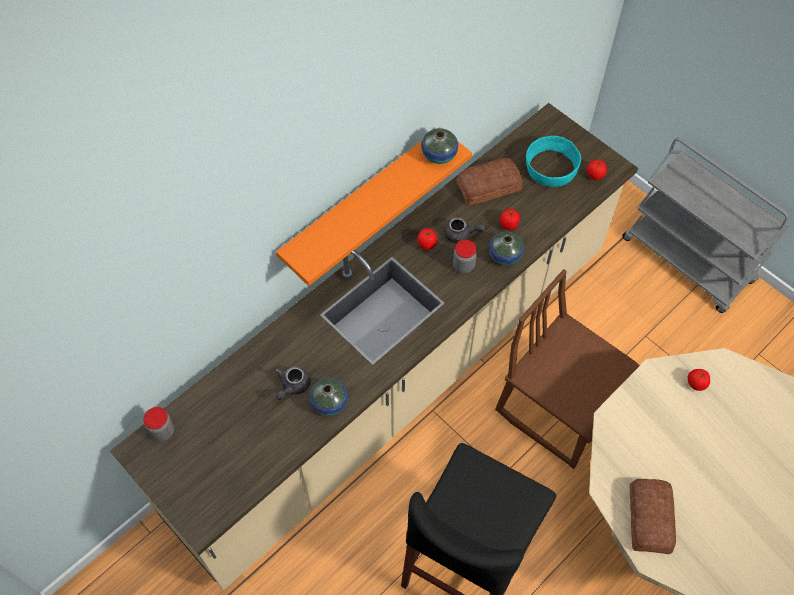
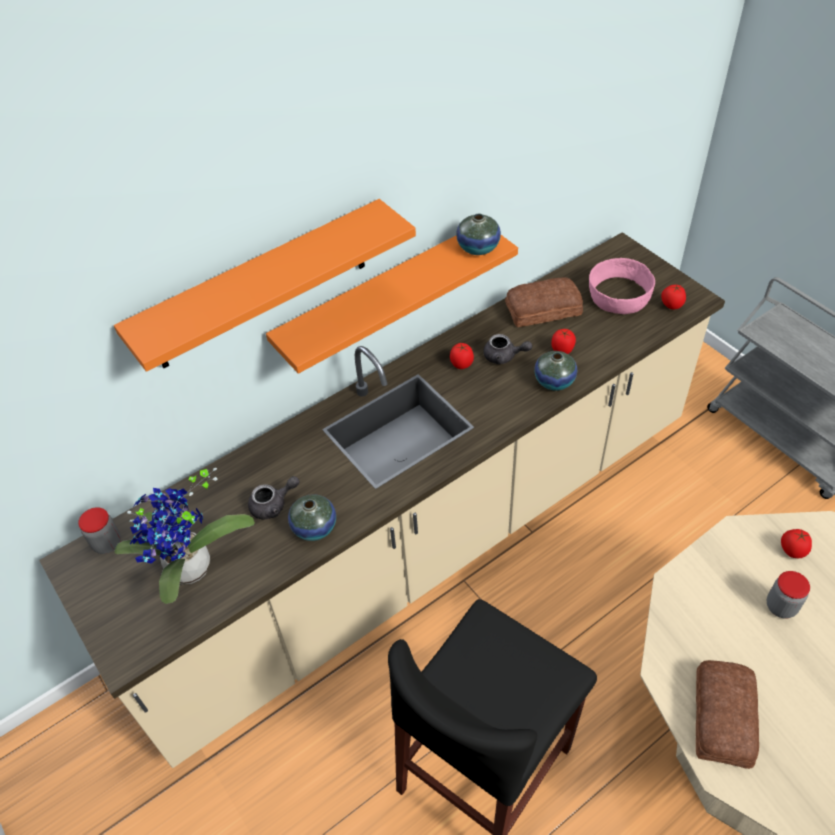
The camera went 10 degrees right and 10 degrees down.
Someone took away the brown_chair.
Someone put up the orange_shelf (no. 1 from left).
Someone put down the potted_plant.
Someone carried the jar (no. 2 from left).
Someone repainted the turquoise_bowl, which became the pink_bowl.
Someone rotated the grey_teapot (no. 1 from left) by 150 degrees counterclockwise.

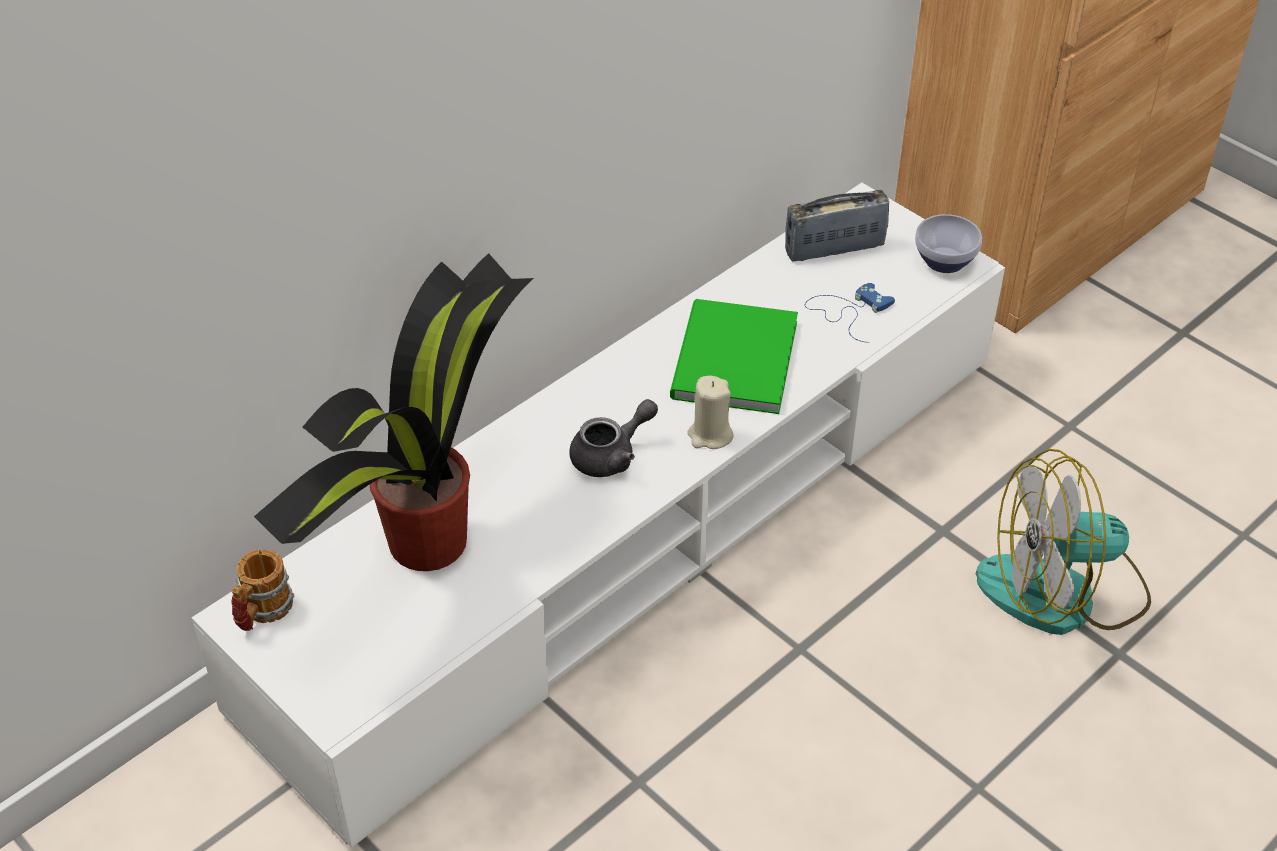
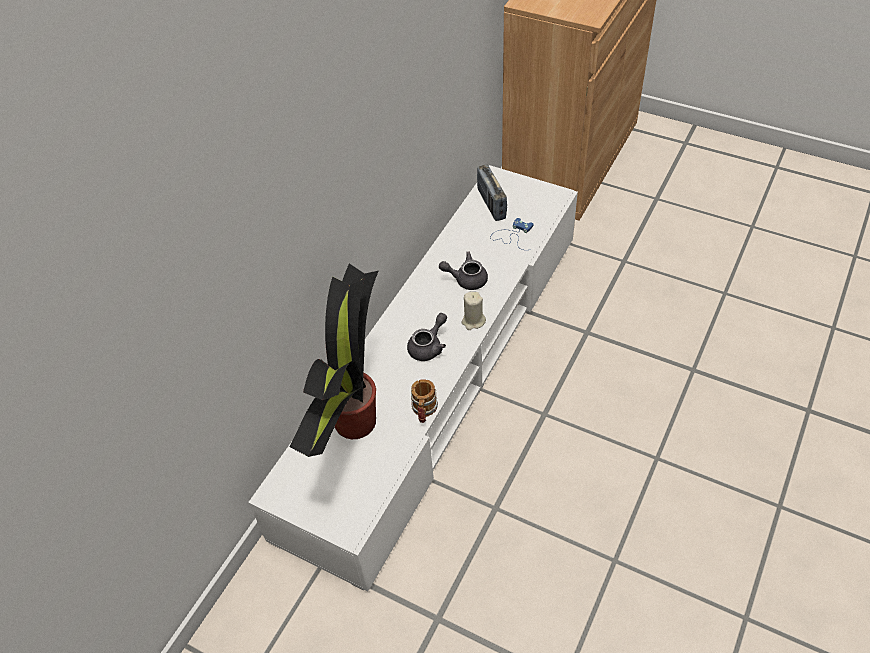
The camera went 15 degrees left and 5 degrees up.
Someone took away the bowl.
Someone took away the fan.
Someone carried the mug.
Someone swapped the green_book for the grey_teapot (no. 2 from left).
Someone rotated the radio by 75 degrees counterclockwise.

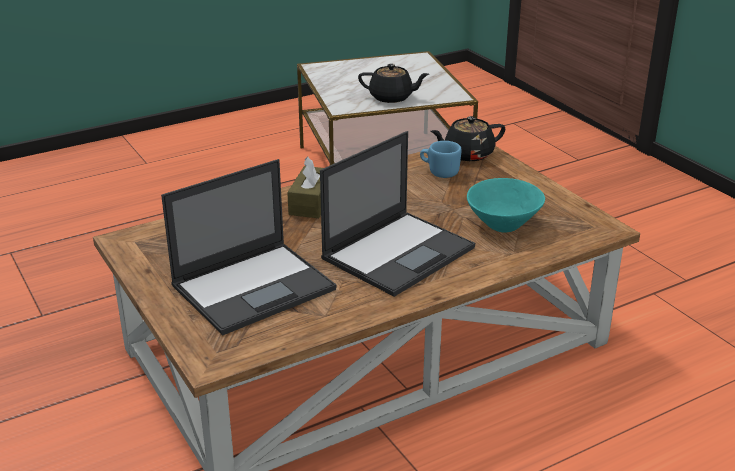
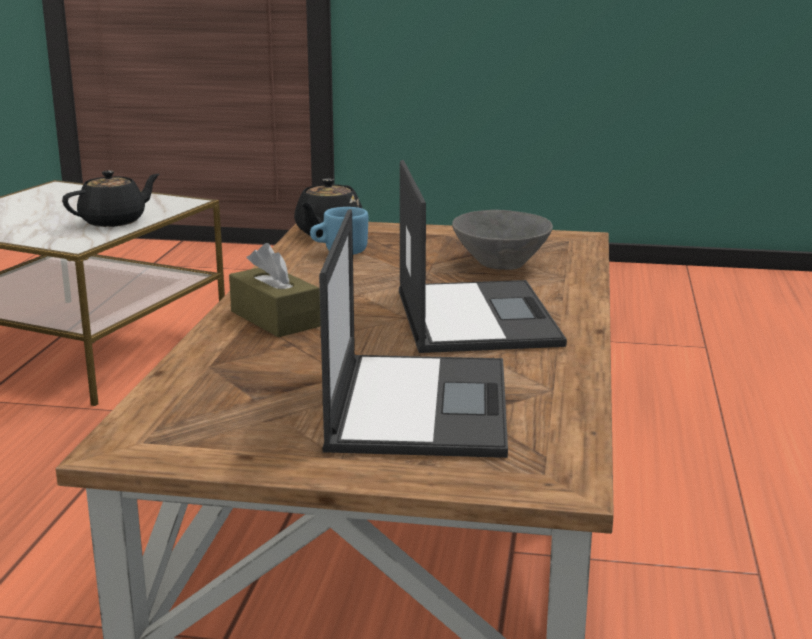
The camera went 50 degrees left and 10 degrees down.
Someone repainted the turquoise_bowl, which became the grey_bowl.

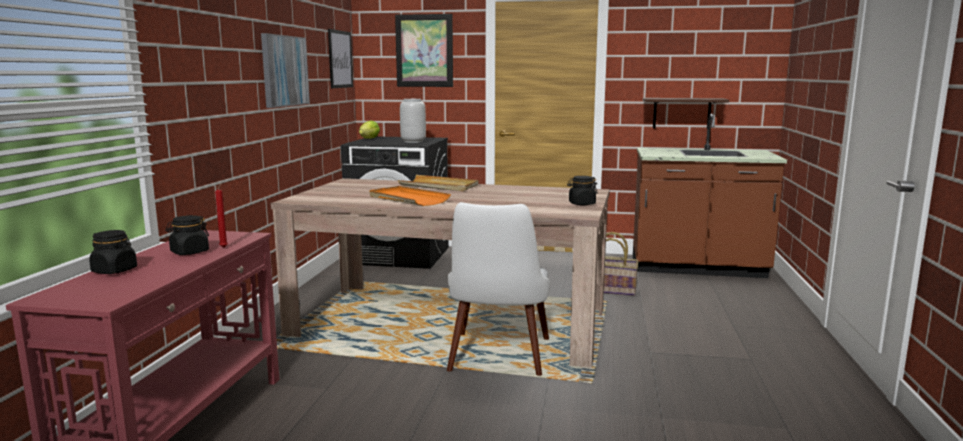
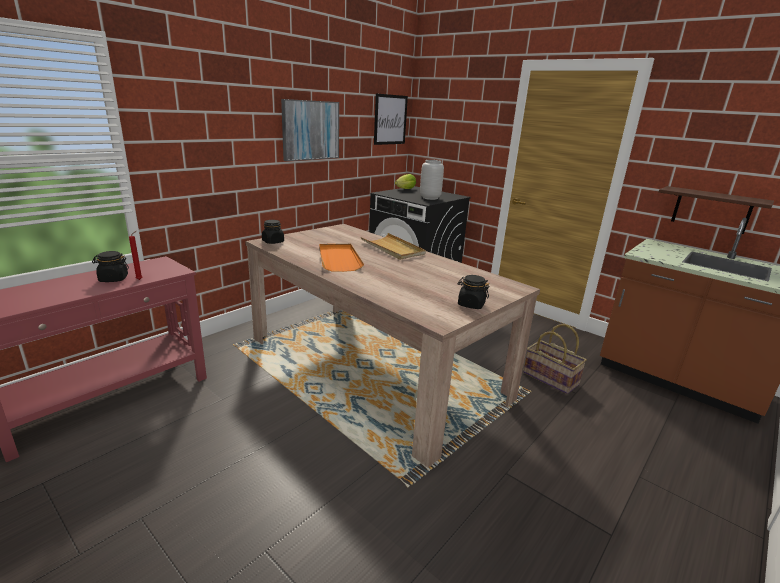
The camera went 30 degrees right and 10 degrees up.
Someone took away the picture (no. 3 from left).
Someone took away the white_chair.
Someone carried the black_jar (no. 1 from left in the first image).

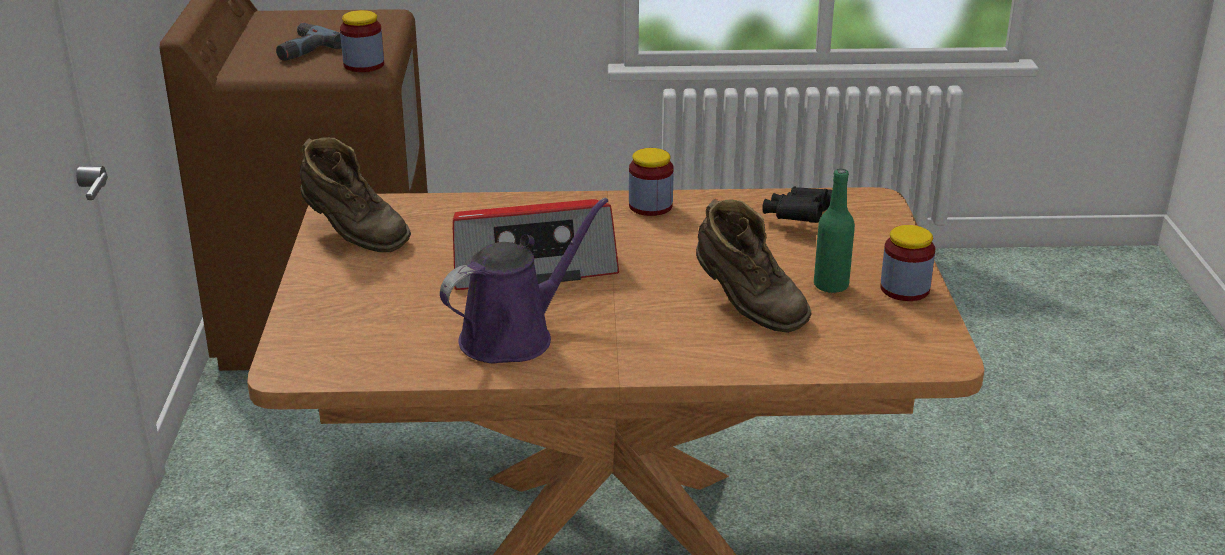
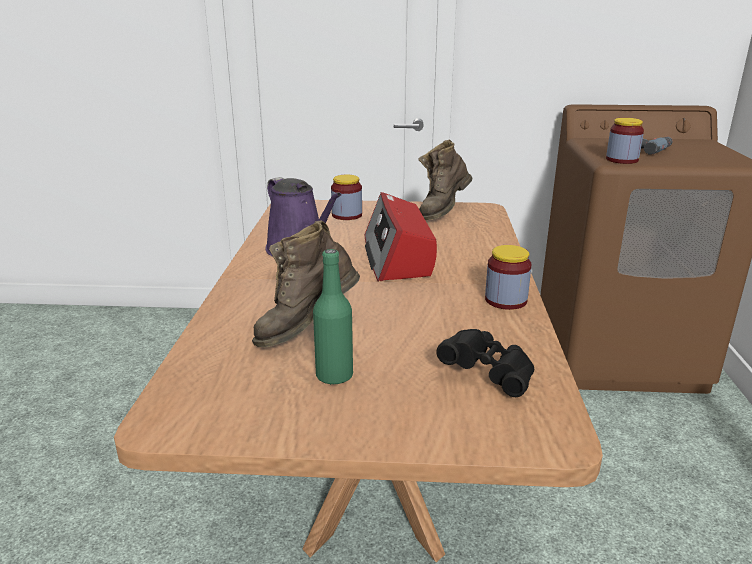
The camera went 95 degrees right and 5 degrees down.
Someone carried the jar (no. 3 from left in the first image).

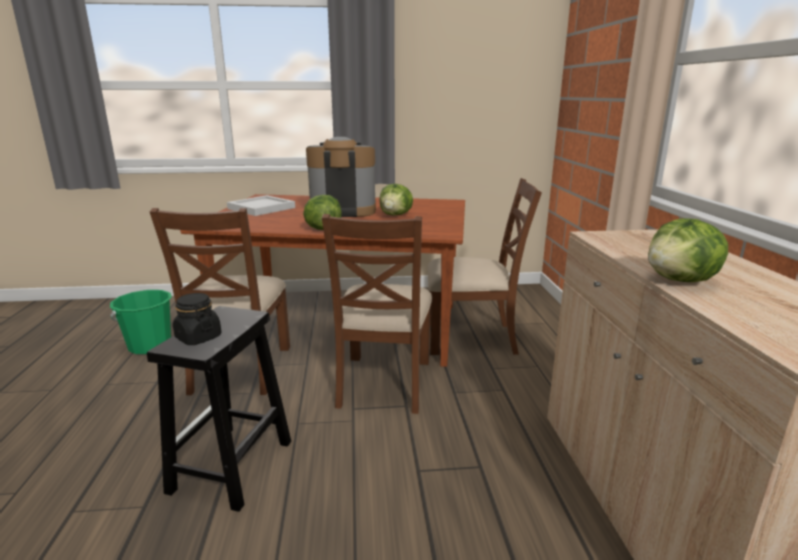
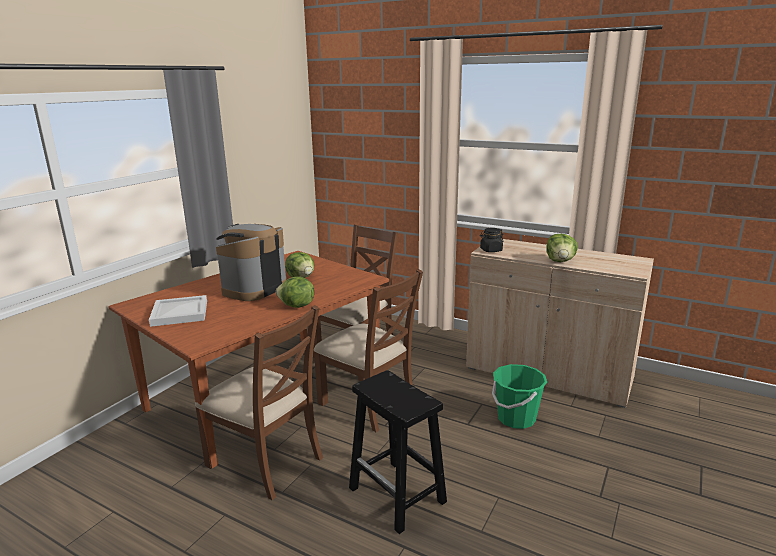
The camera went 55 degrees left and 0 degrees up.
Someone carried the green_bucket.
Someone carried the black_jar.

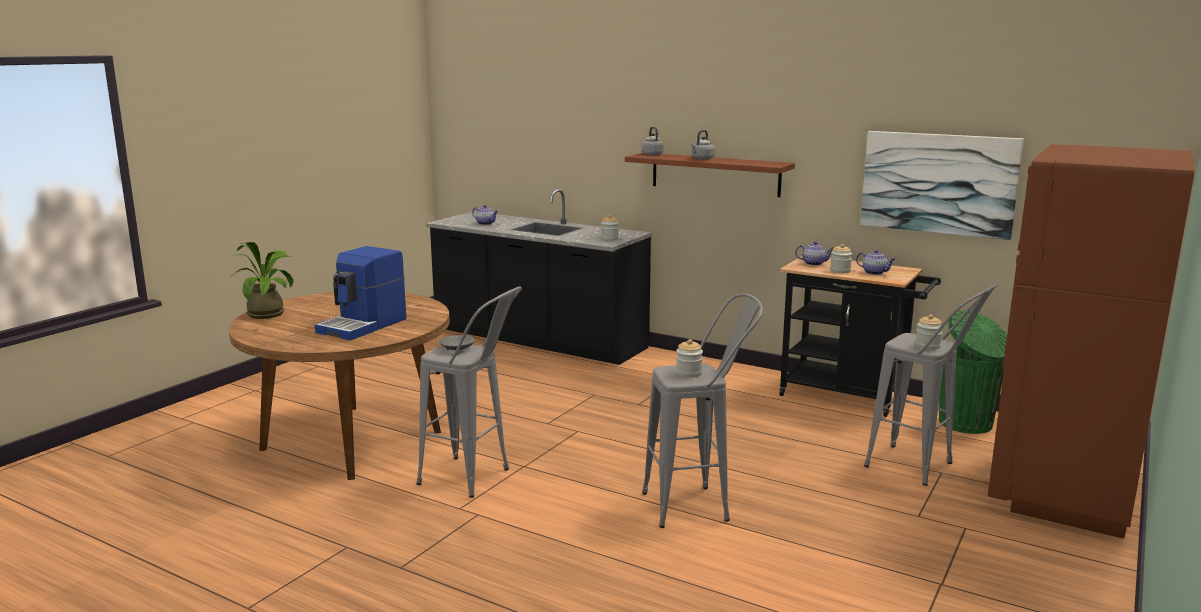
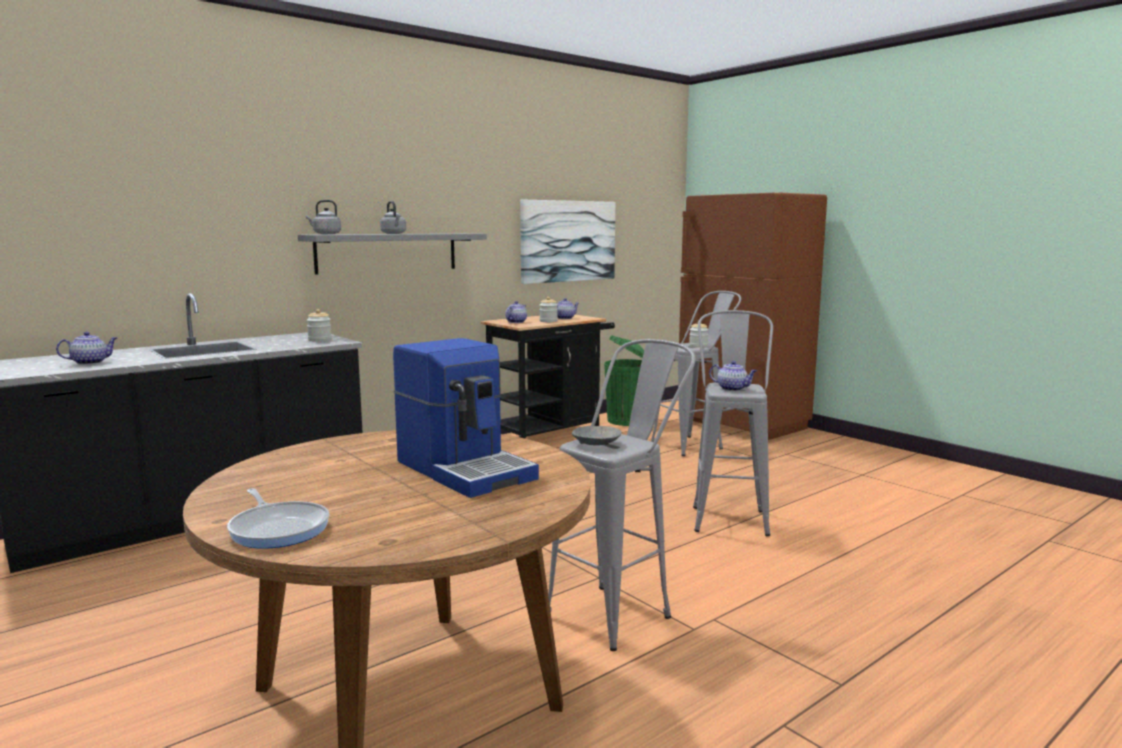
The camera went 70 degrees left and 5 degrees down.
Someone swapped the potted_plant for the frying_pan.
Someone swapped the jar (no. 2 from left) for the teapot (no. 4 from left).
Someone repainted the brown_shelf, which became the grey_shelf.

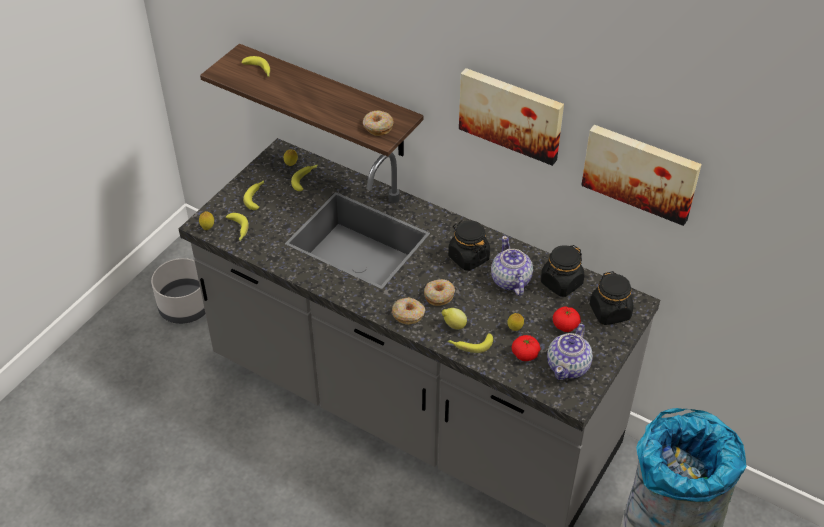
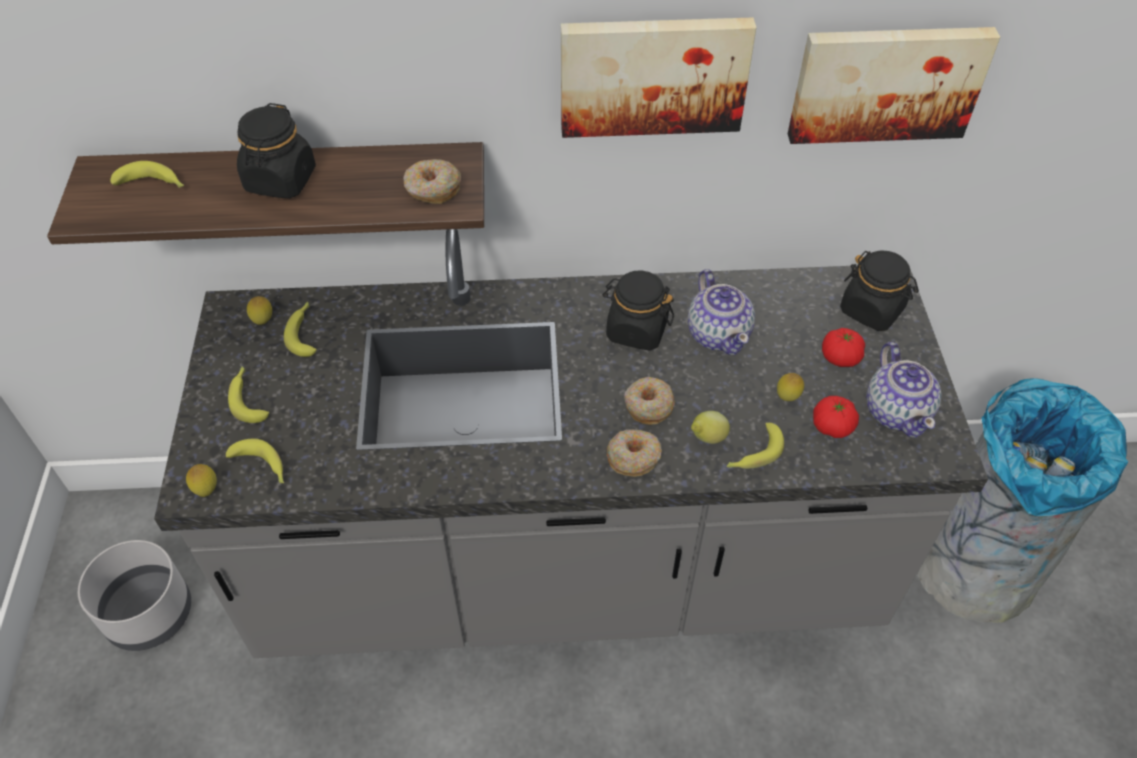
The camera went 35 degrees left and 5 degrees up.
Someone carried the black_jar (no. 2 from left in the first image).
Someone rotated the teapot (no. 1 from left) by 150 degrees counterclockwise.

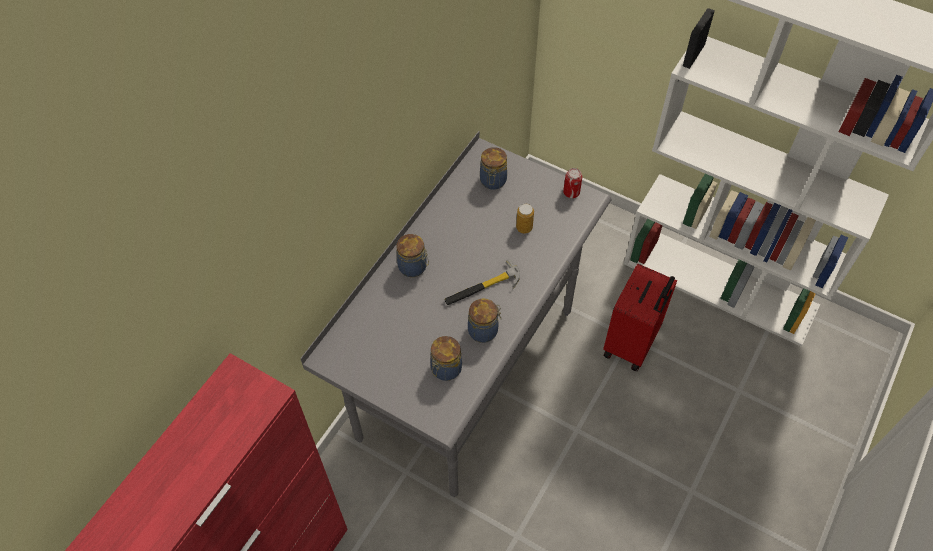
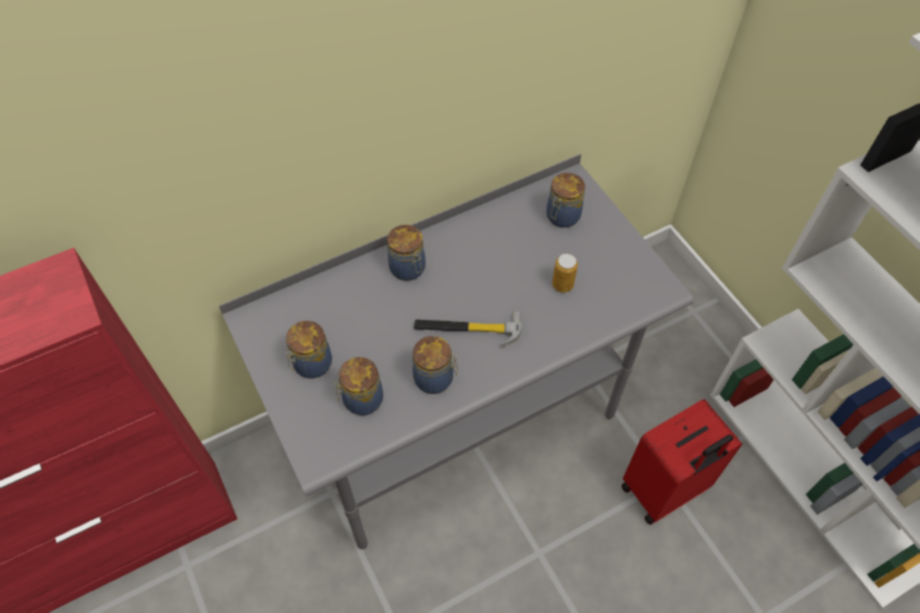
The camera went 30 degrees right and 0 degrees up.
Someone took away the can (no. 2 from left).
Someone put down the jar (no. 1 from left).

